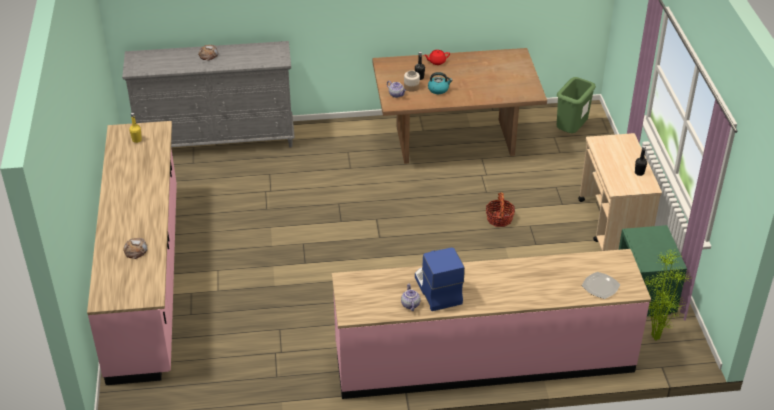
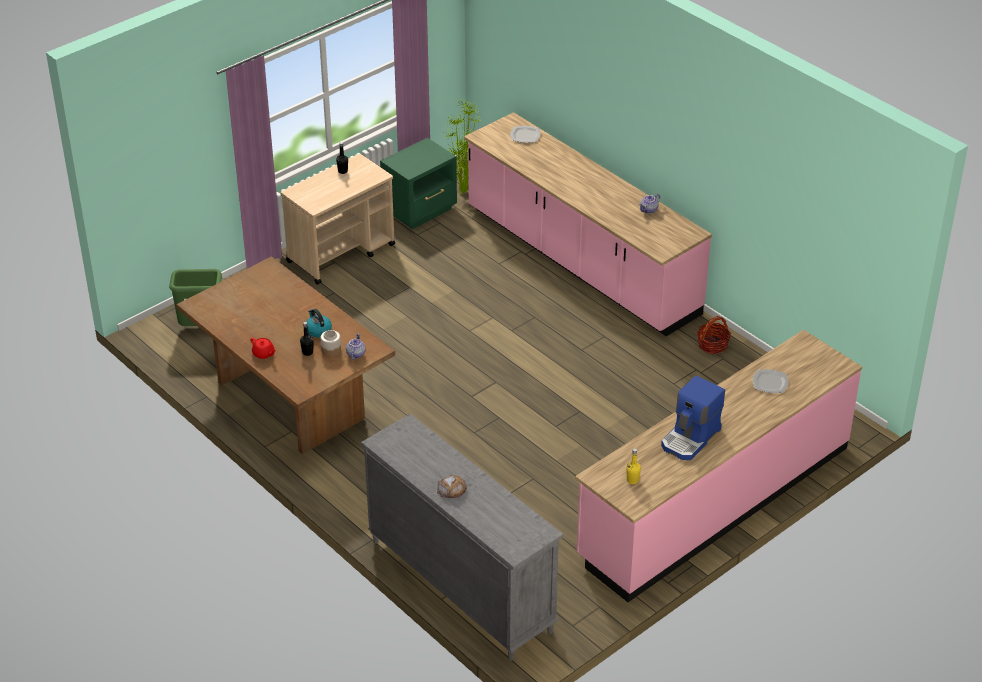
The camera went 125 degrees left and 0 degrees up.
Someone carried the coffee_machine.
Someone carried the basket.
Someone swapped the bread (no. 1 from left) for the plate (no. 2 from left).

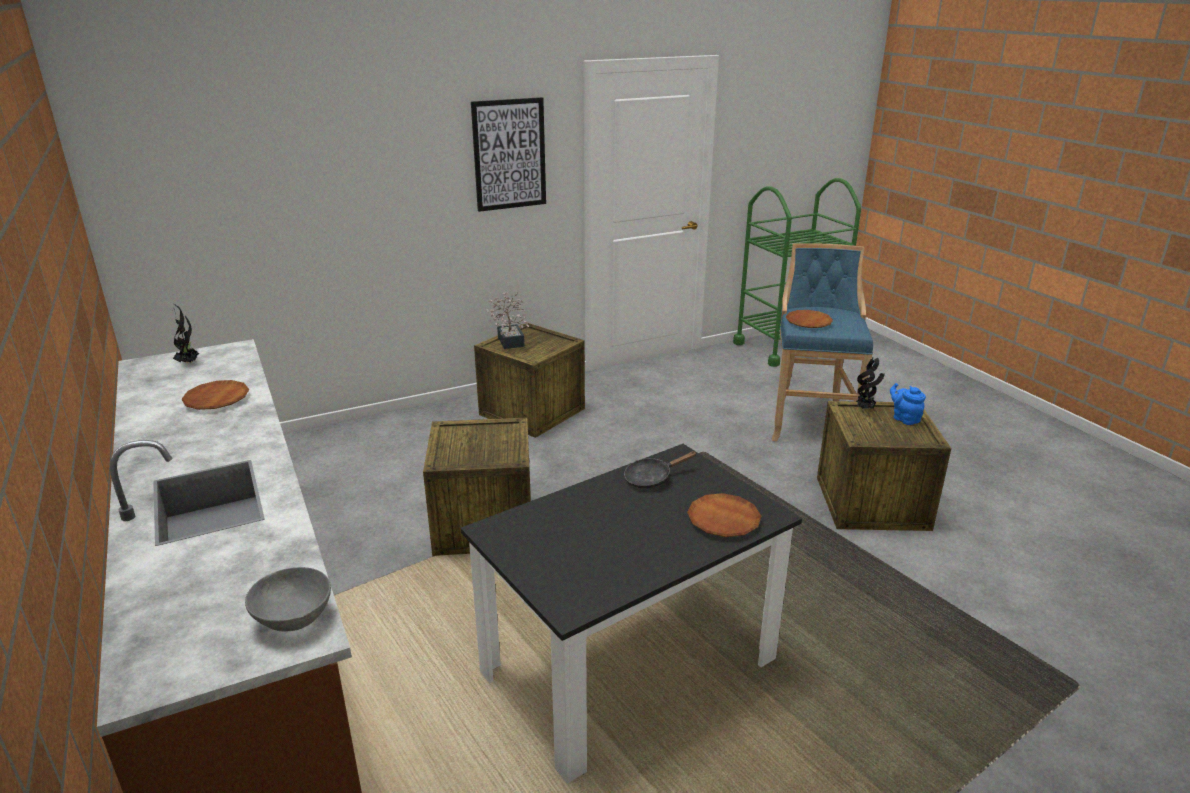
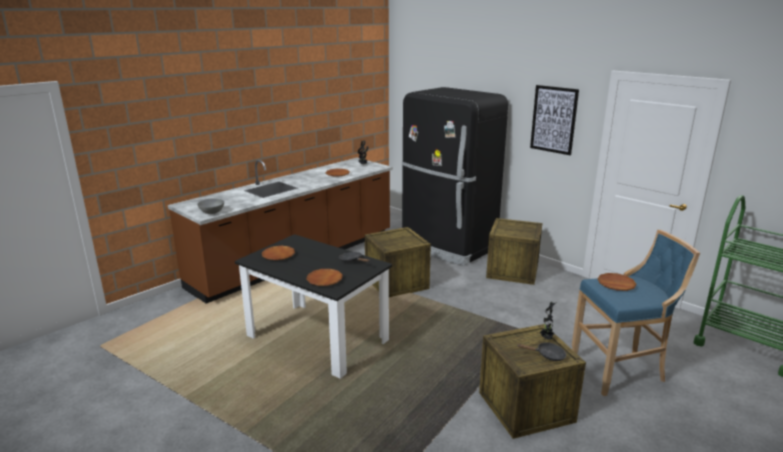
The camera went 70 degrees right and 5 degrees down.
Someone took away the potted_plant (no. 2 from left).
Someone put down the brown_plate (no. 1 from left).
Someone put down the black_fridge.
Someone swapped the blue_teapot for the black_frying_pan (no. 2 from left).

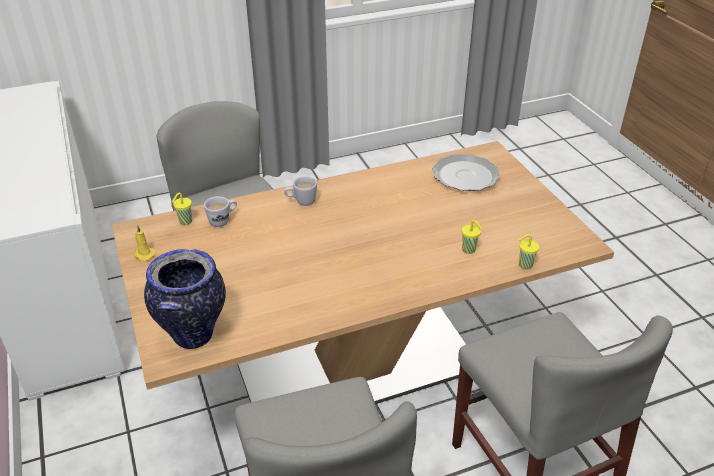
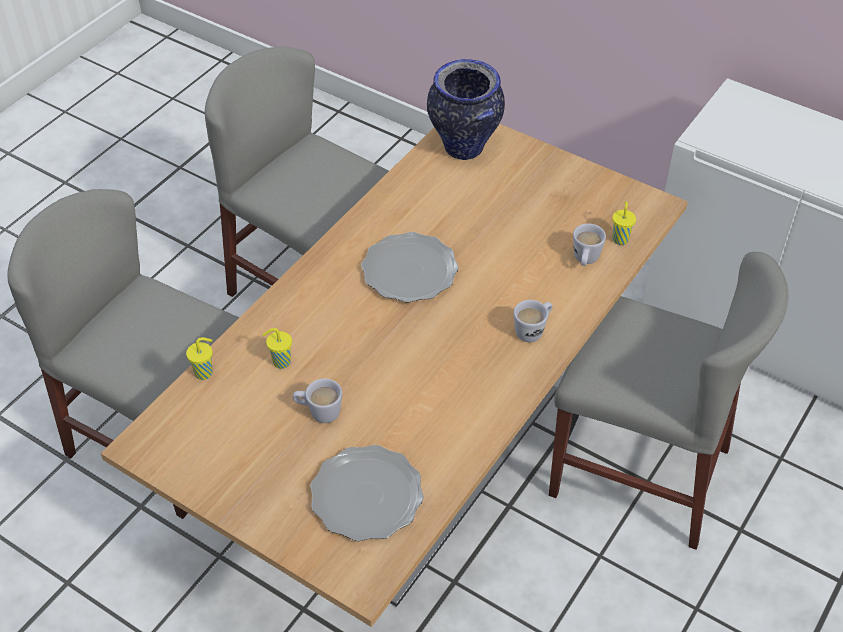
The camera went 145 degrees right and 10 degrees up.
Someone took away the yellow_candle.
Someone put down the white_mug (no. 1 from left).
Someone put down the plate (no. 2 from left).

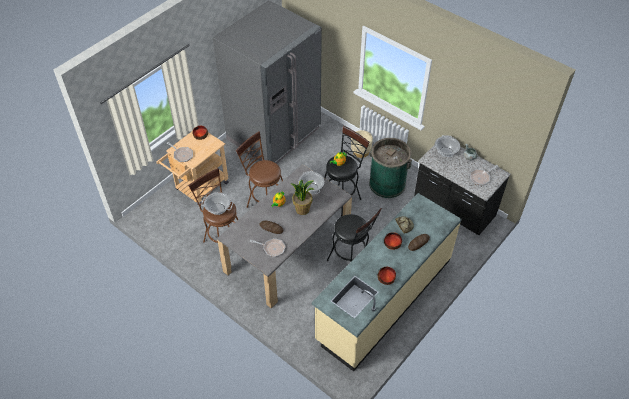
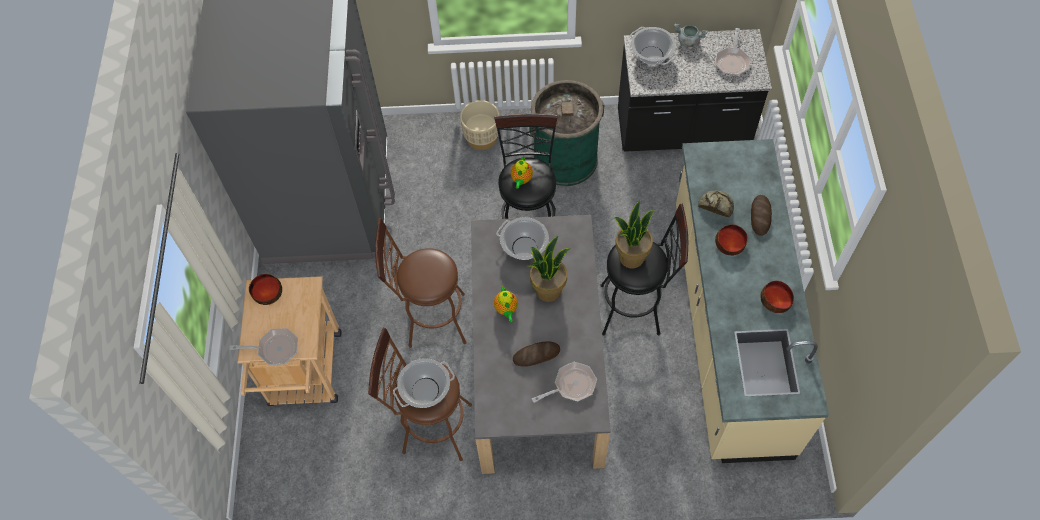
The camera went 40 degrees left and 10 degrees up.
Someone put down the potted_plant (no. 2 from left).

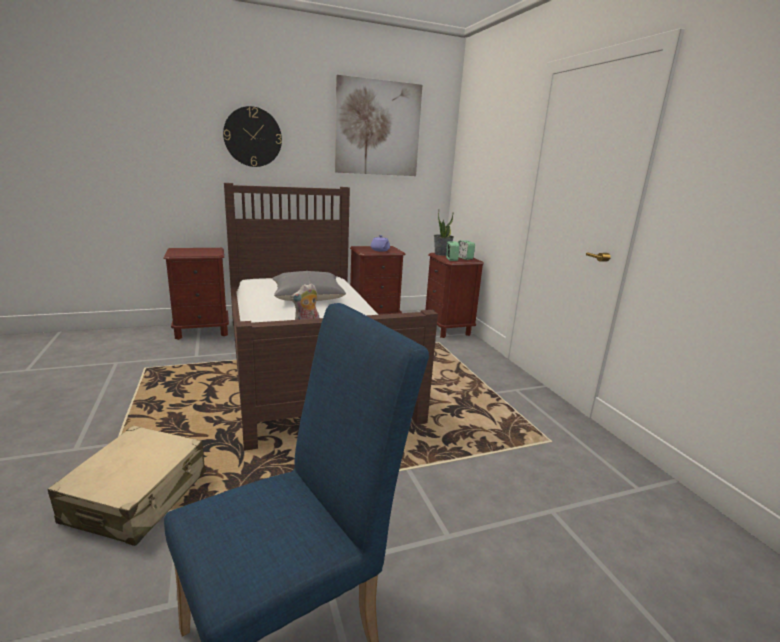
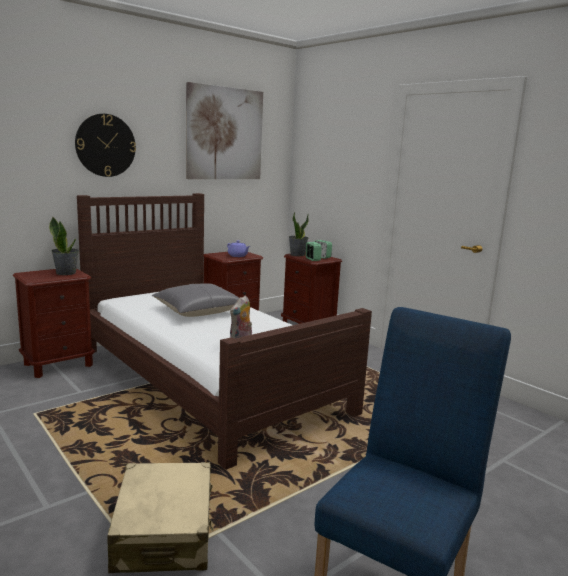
The camera went 20 degrees left and 5 degrees down.
Someone put down the potted_plant (no. 1 from left).

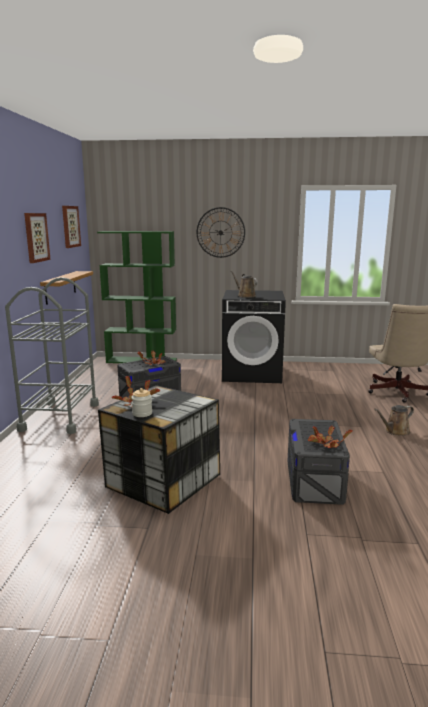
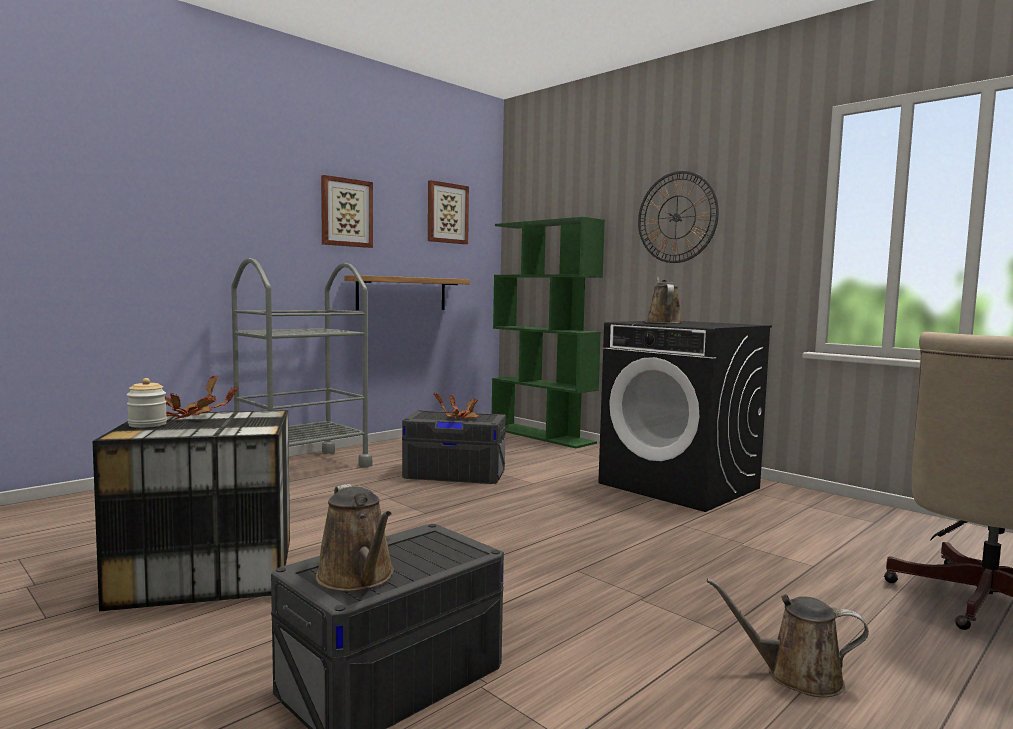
The camera went 40 degrees right and 10 degrees down.
Someone swapped the potted_plant (no. 3 from left) for the brown_watering_can (no. 1 from left).

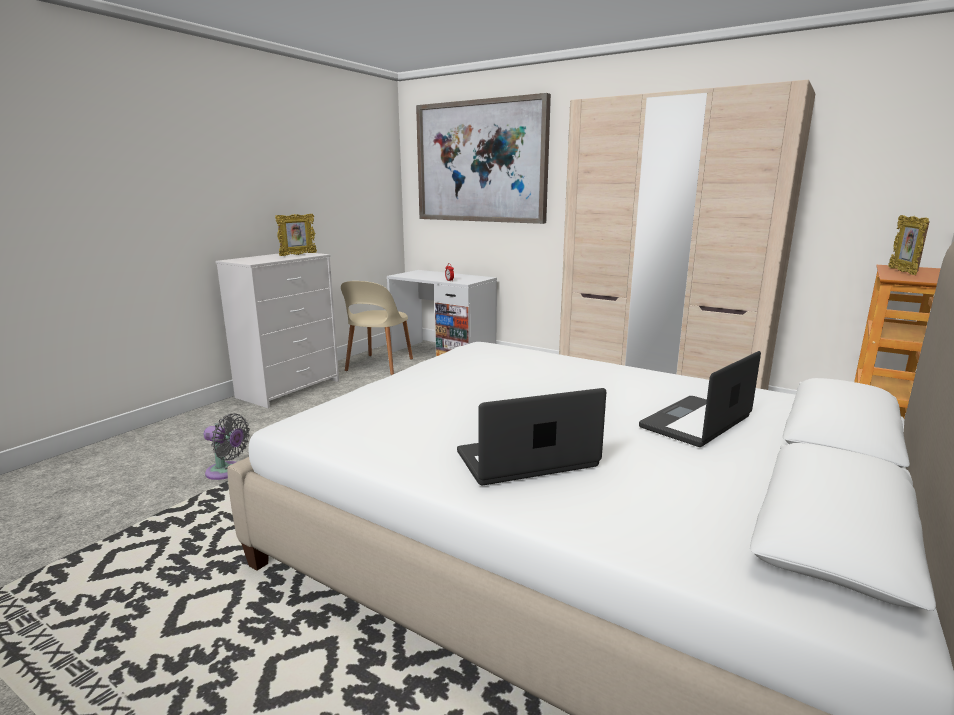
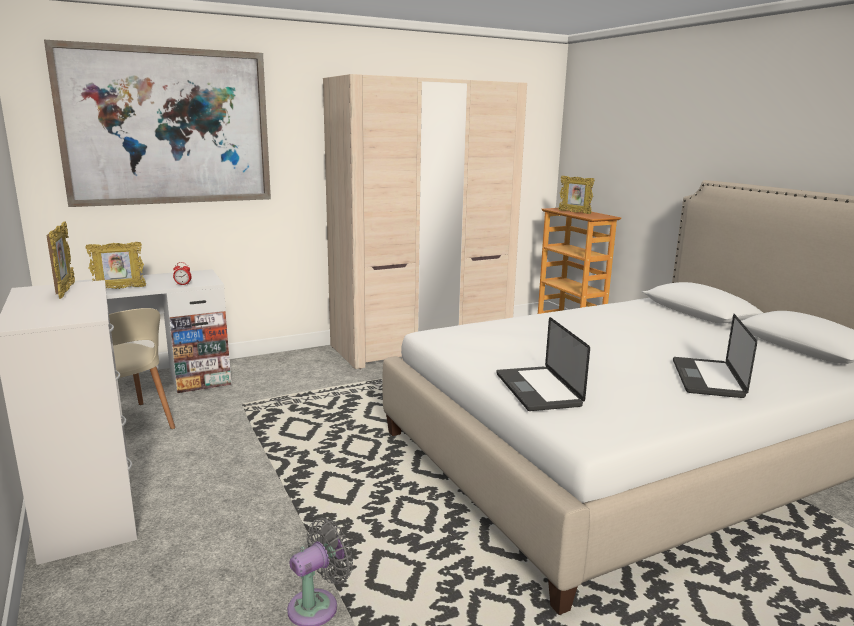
The camera went 60 degrees left and 0 degrees up.
Someone put down the picture_frame (no. 2 from left).
Someone carried the laptop (no. 2 from left in the first image).

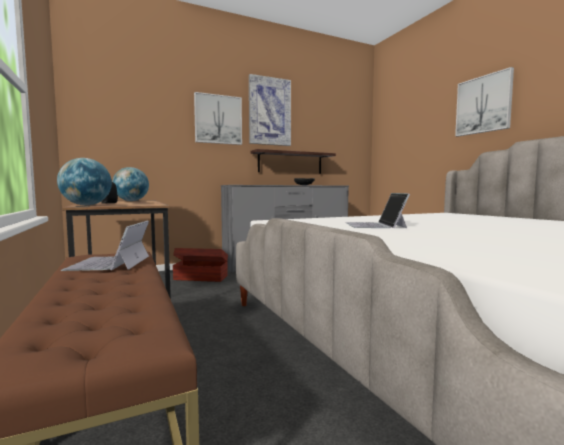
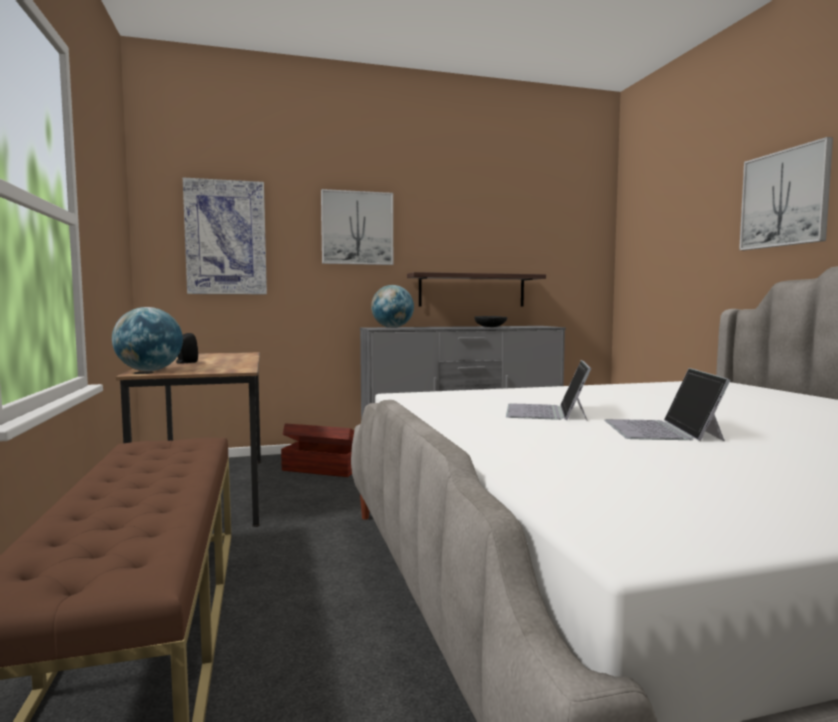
The camera went 10 degrees right and 0 degrees up.
Someone carried the laptop (no. 1 from left in the first image).
Someone carried the globe (no. 2 from left).
Someone carried the picture (no. 2 from left in the first image).

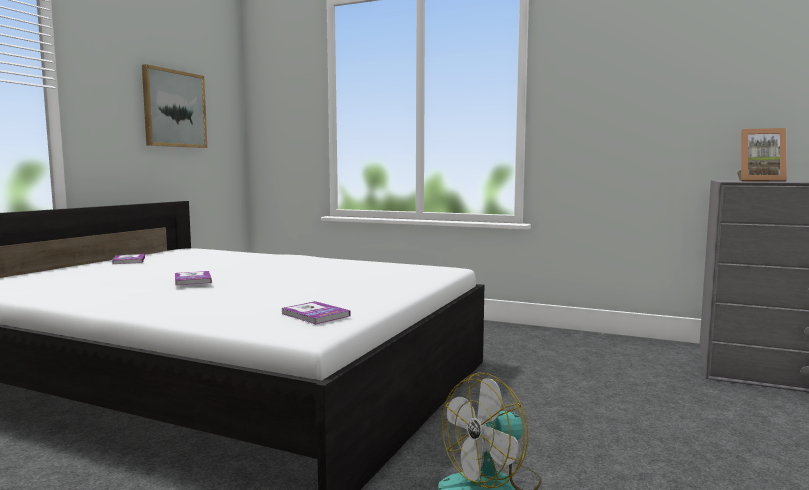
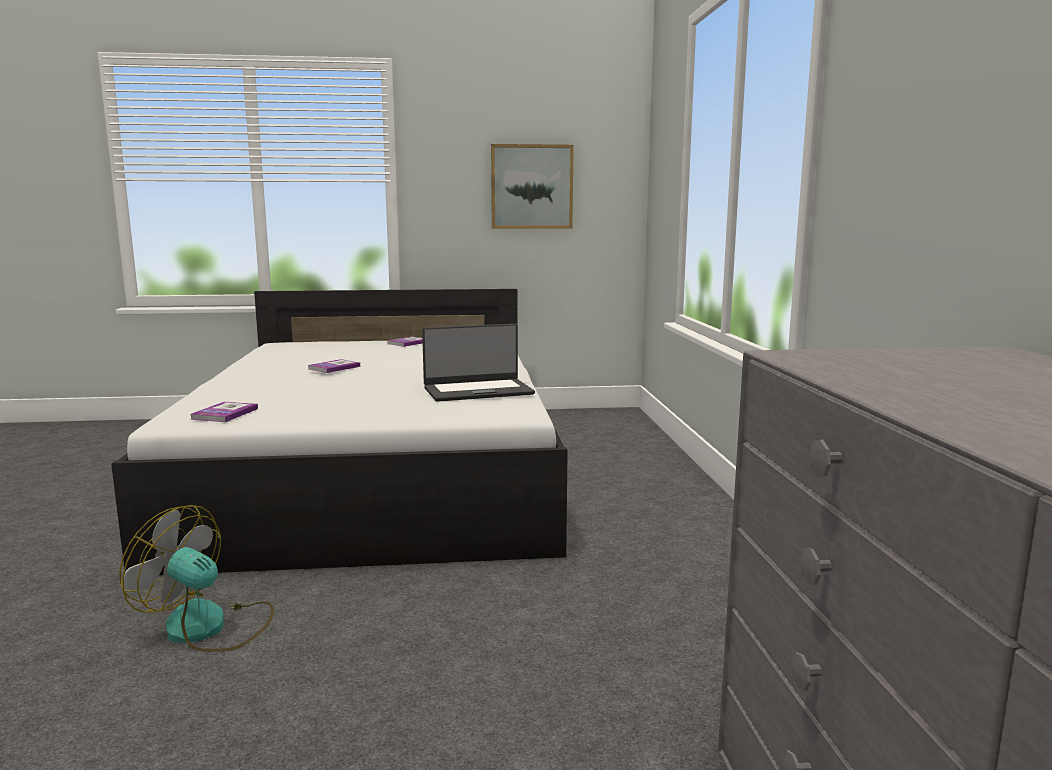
The camera went 60 degrees right and 5 degrees up.
Someone took away the picture_frame.
Someone put down the laptop.

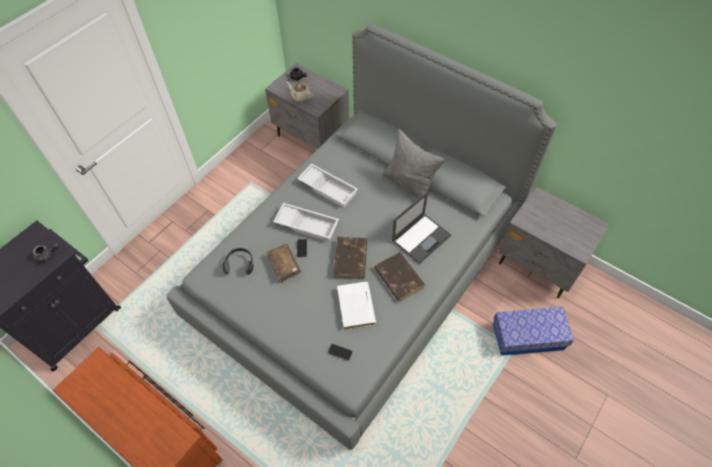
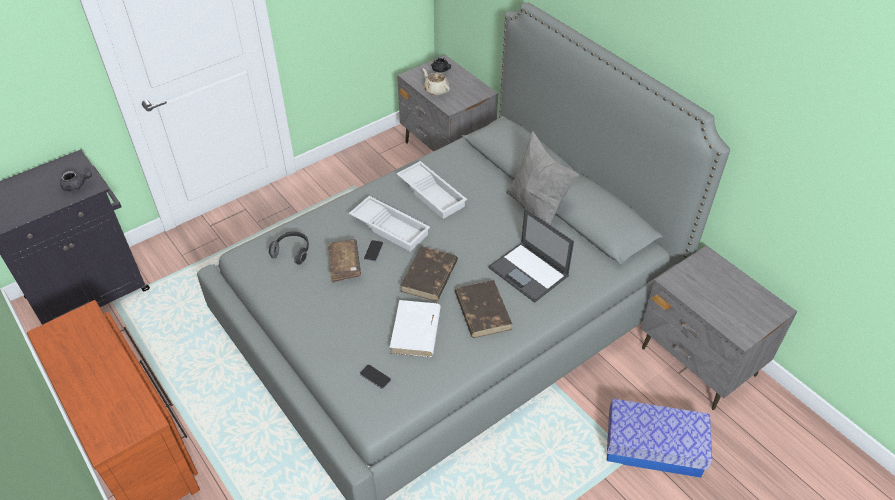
The camera went 15 degrees right and 10 degrees down.
Someone rotated the laptop by 75 degrees clockwise.

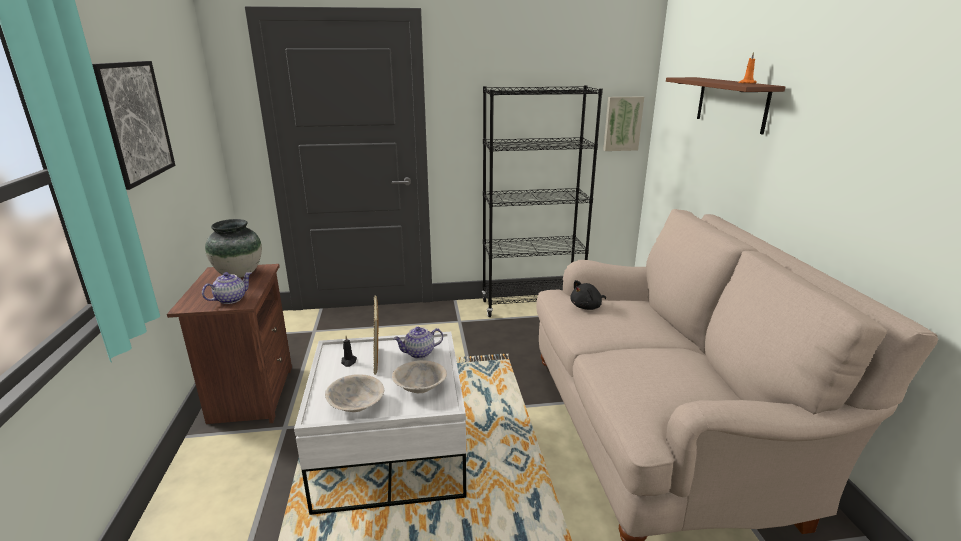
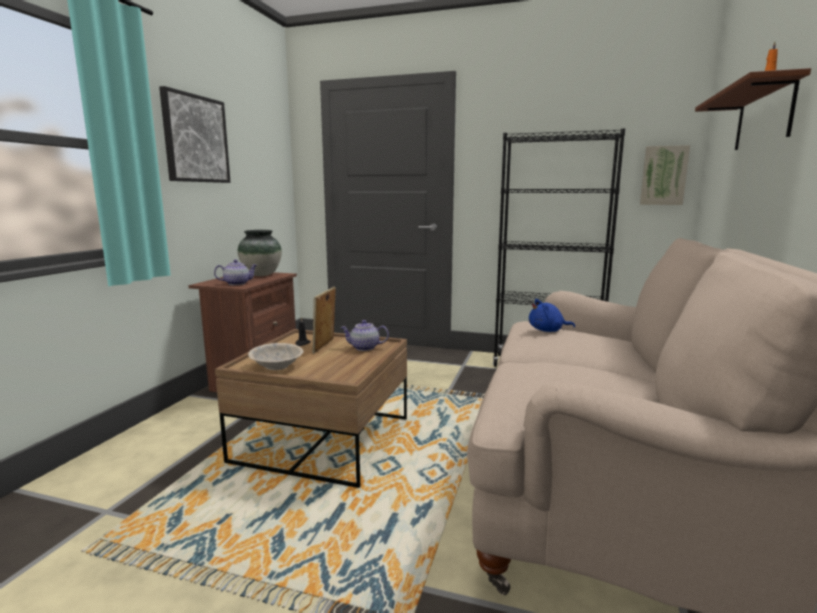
The camera went 25 degrees right and 10 degrees down.
Someone took away the beige_bowl (no. 2 from left).
Someone repainted the white_coffee_table, which became the brown_coffee_table.
Someone repainted the black_plush_toy, which became the blue_plush_toy.

